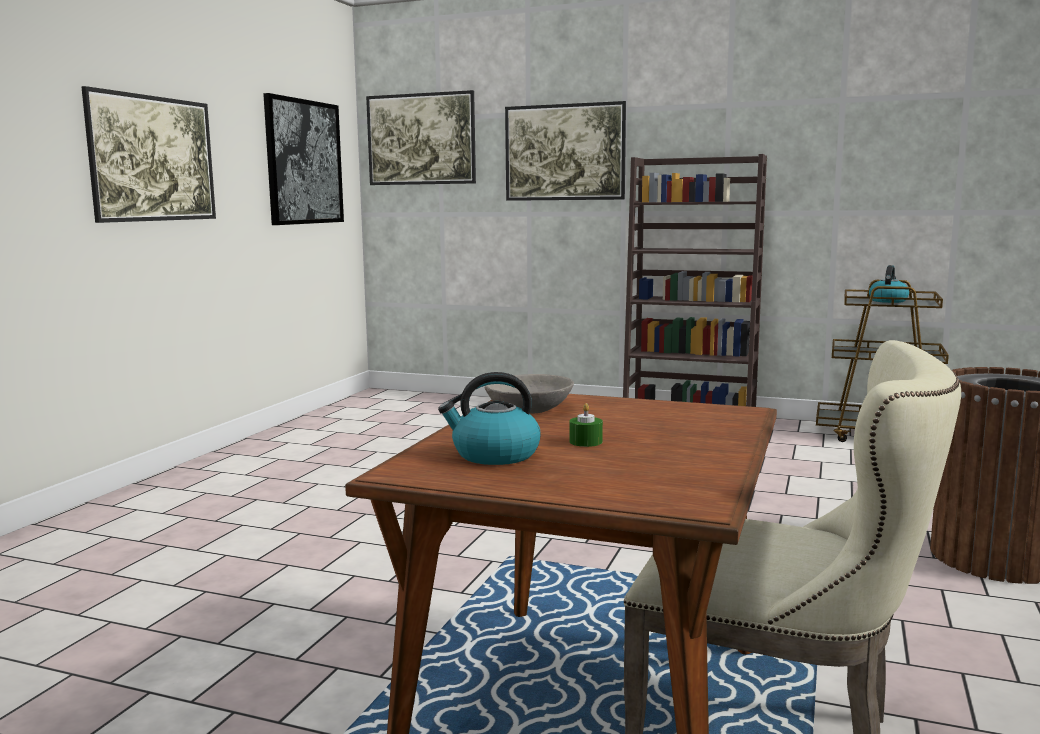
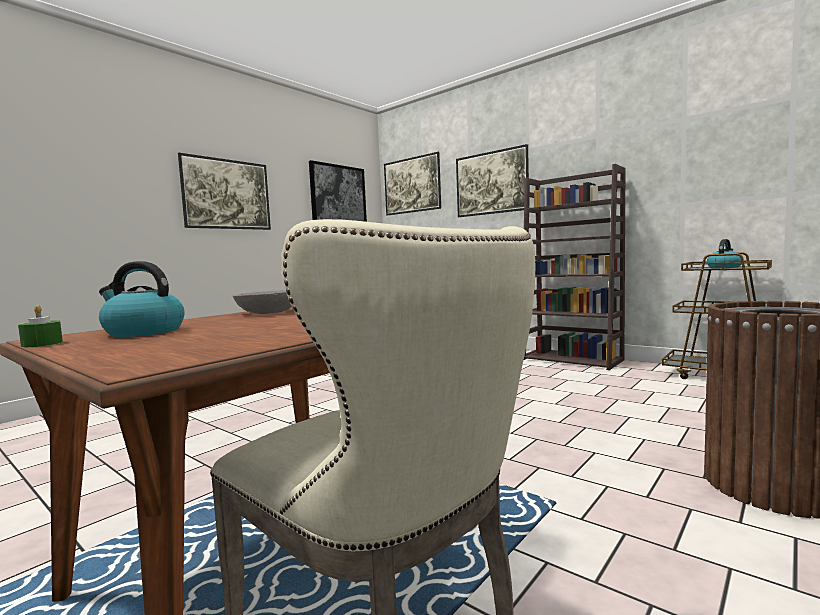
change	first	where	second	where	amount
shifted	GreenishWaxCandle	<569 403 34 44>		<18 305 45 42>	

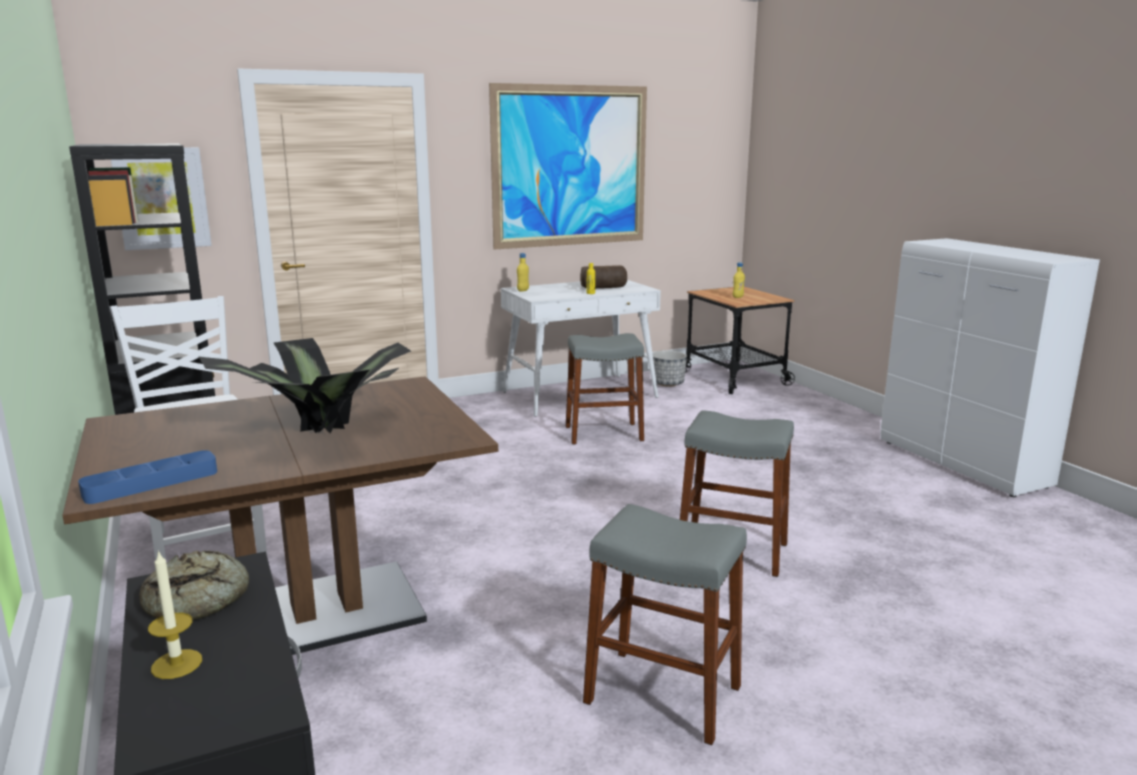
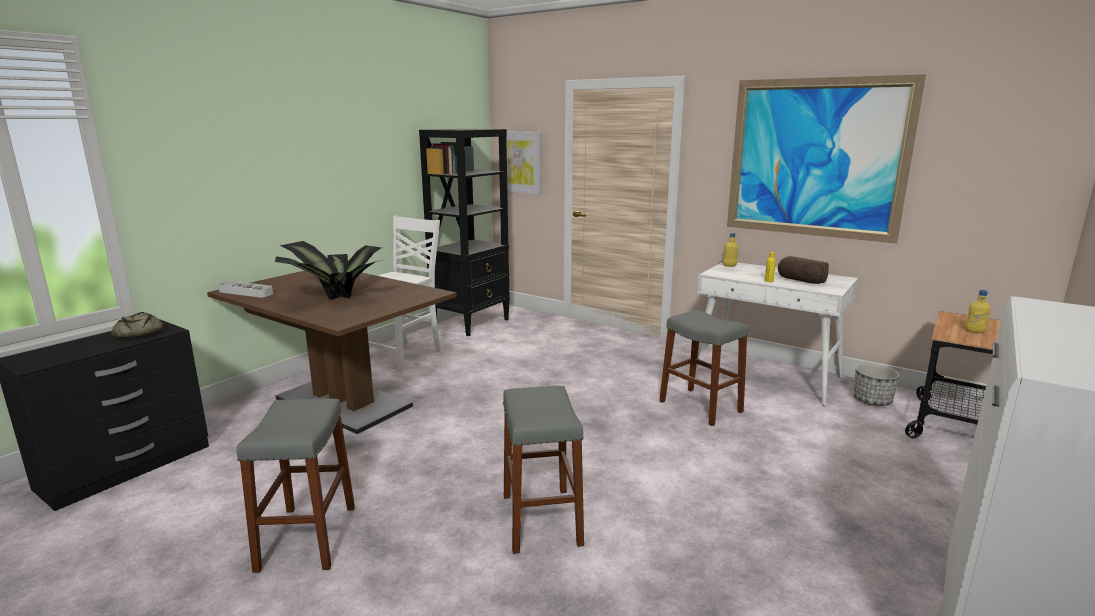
change	first	where	second	where	amount
repainted	BluishCarryingTray	<78 450 139 54>	GrayCarryingTray	<218 281 55 17>	
gone	WaxCandle	<148 550 54 129>			

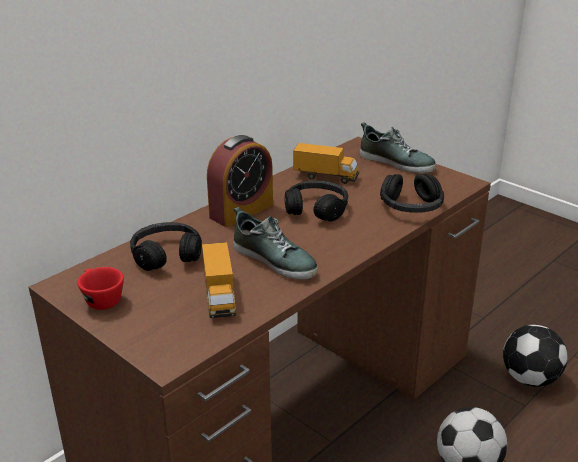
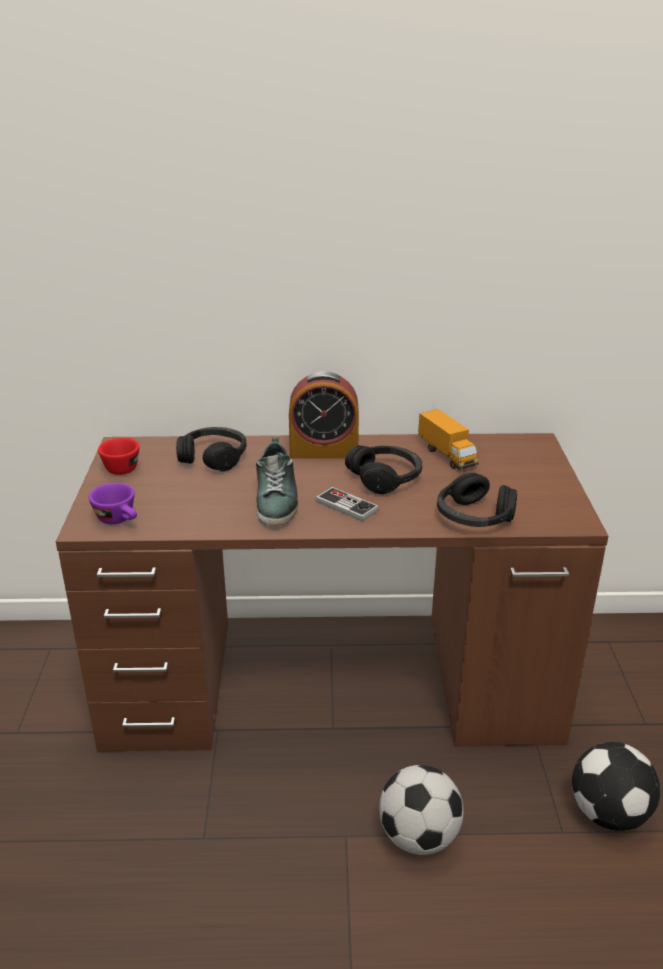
change	first	where	second	where	amount
new			PurplishDrinkingCup	<89 483 48 41>	
new			Joypad	<315 487 64 35>	
gone	ToyTruck	<202 242 34 76>			
gone	Shoe	<360 122 76 51>			

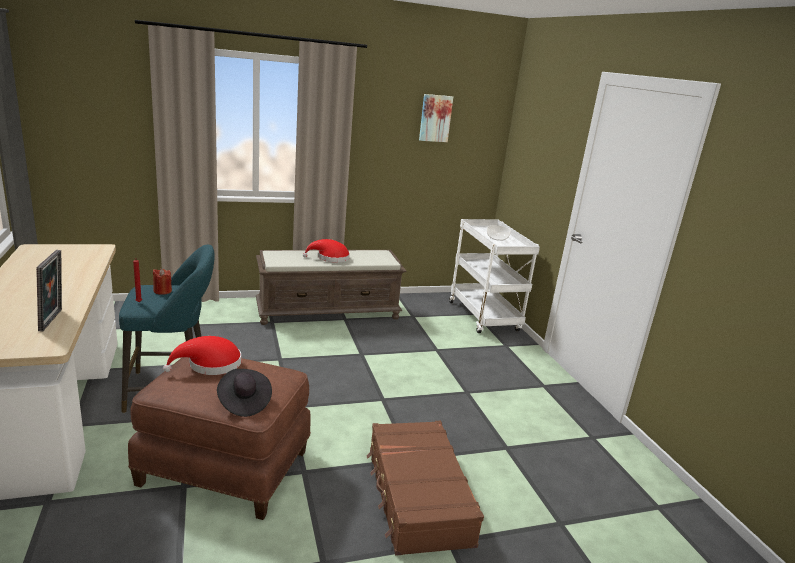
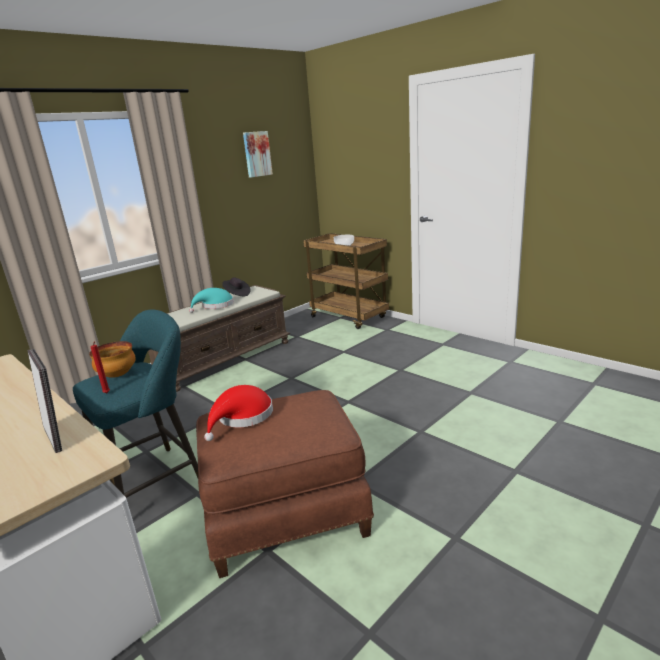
change	first	where	second	where	amount
swapped	RedColouredWaxCandle	<153 268 19 27>	Bowl	<89 341 47 37>	
repainted	RedColouredHat	<303 239 47 24>	BlueGreenHat	<189 288 45 25>	
shifted	BlackColouredHat	<217 369 55 48>		<222 277 29 19>	
repainted	WhiteColouredTrolley	<449 219 91 114>	BrownishTrolley	<303 233 86 96>	
gone	BrownishSuitcase	<367 421 117 135>			

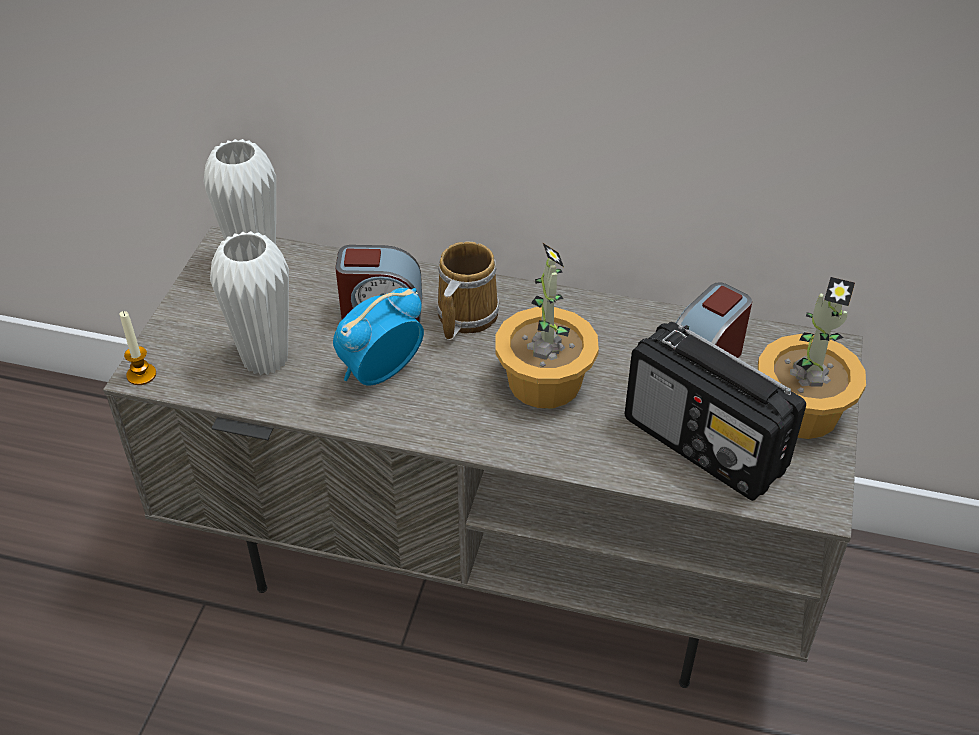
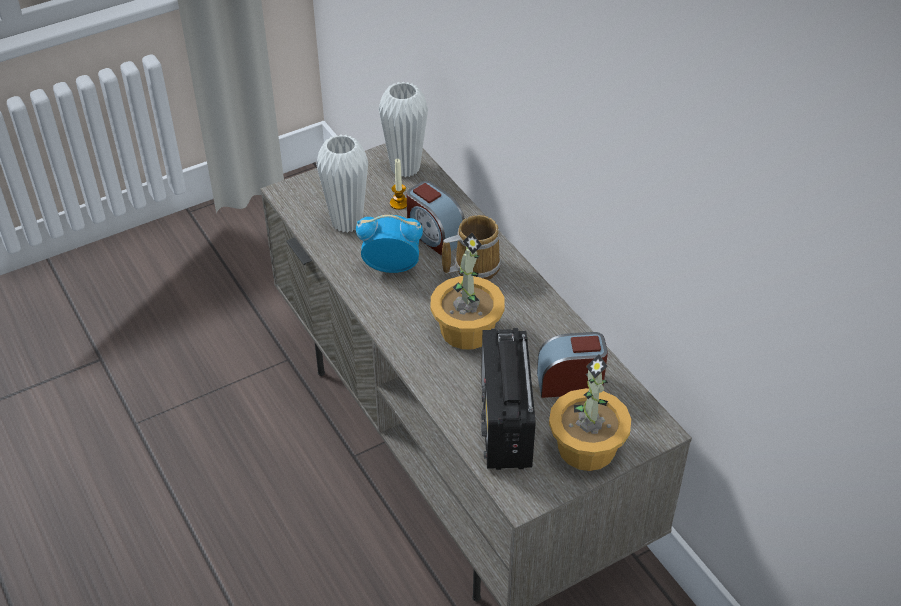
change	first	where	second	where	amount
shifted	WaxCandle	<119 311 37 74>		<390 159 17 51>	

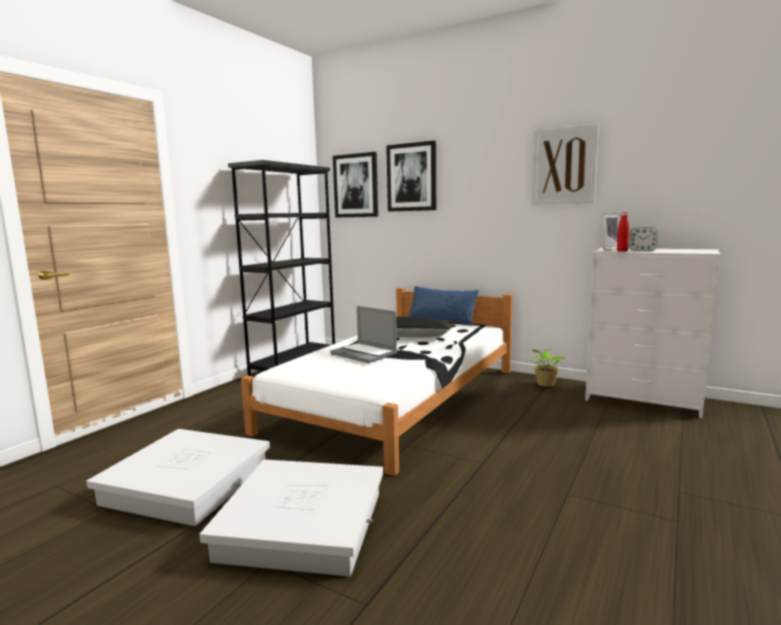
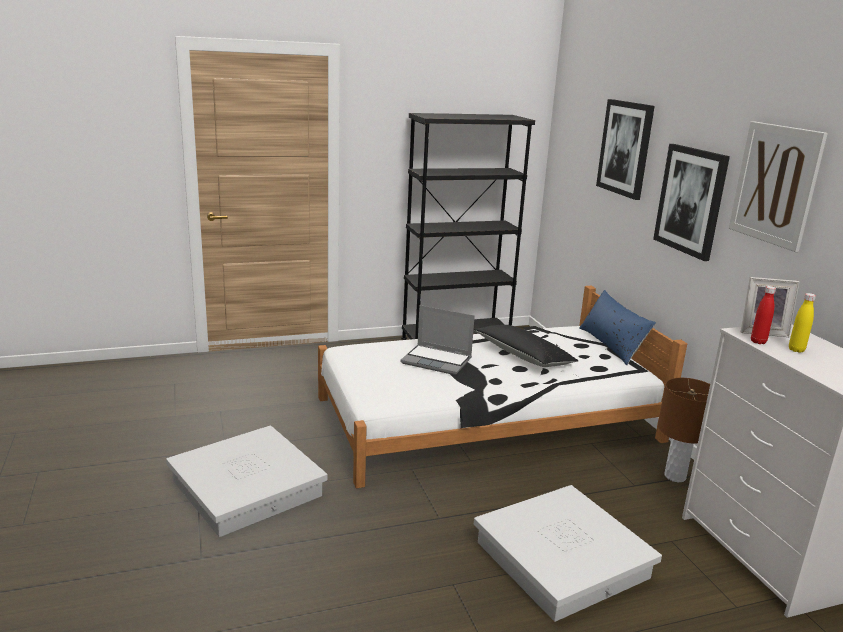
change	first	where	second	where	amount
rotated	PortableComputer	<330 306 67 57>		<400 305 75 70>	60 degrees counterclockwise
shifted	WhiteColouredStorageContainer	<86 429 184 97>		<474 485 188 137>	
shifted	WallArt	<333 152 45 66>		<653 144 77 117>	
swapped	PlantInAPot	<530 350 35 37>	BrownishLampForATable	<658 378 52 104>	
swapped	AlarmClock	<629 227 29 24>	YellowColouredBottle	<789 293 27 60>	

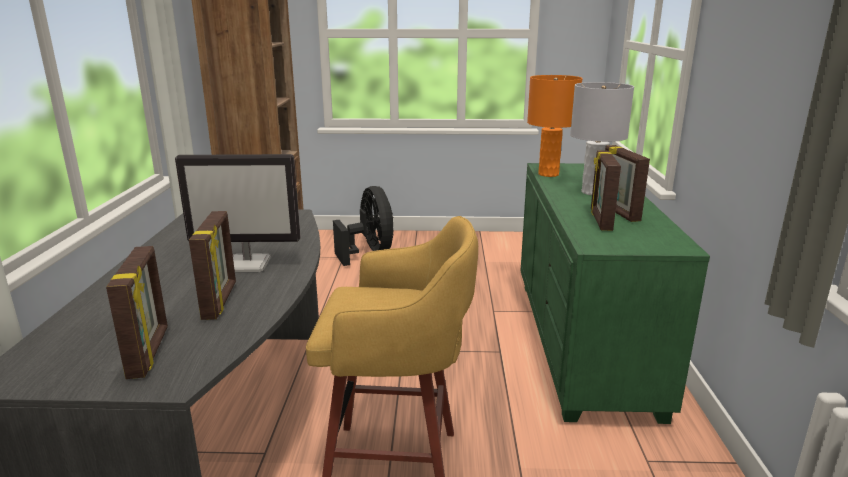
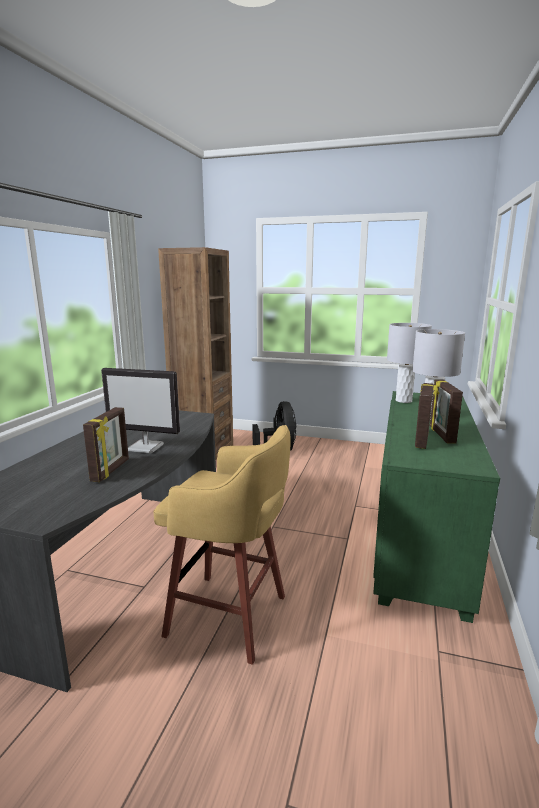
change	first	where	second	where	amount
repainted	OrangeColouredLampForATable	<527 75 56 102>	GrayLampForATable	<387 323 45 80>	
gone	StandingFrame	<106 246 62 133>			

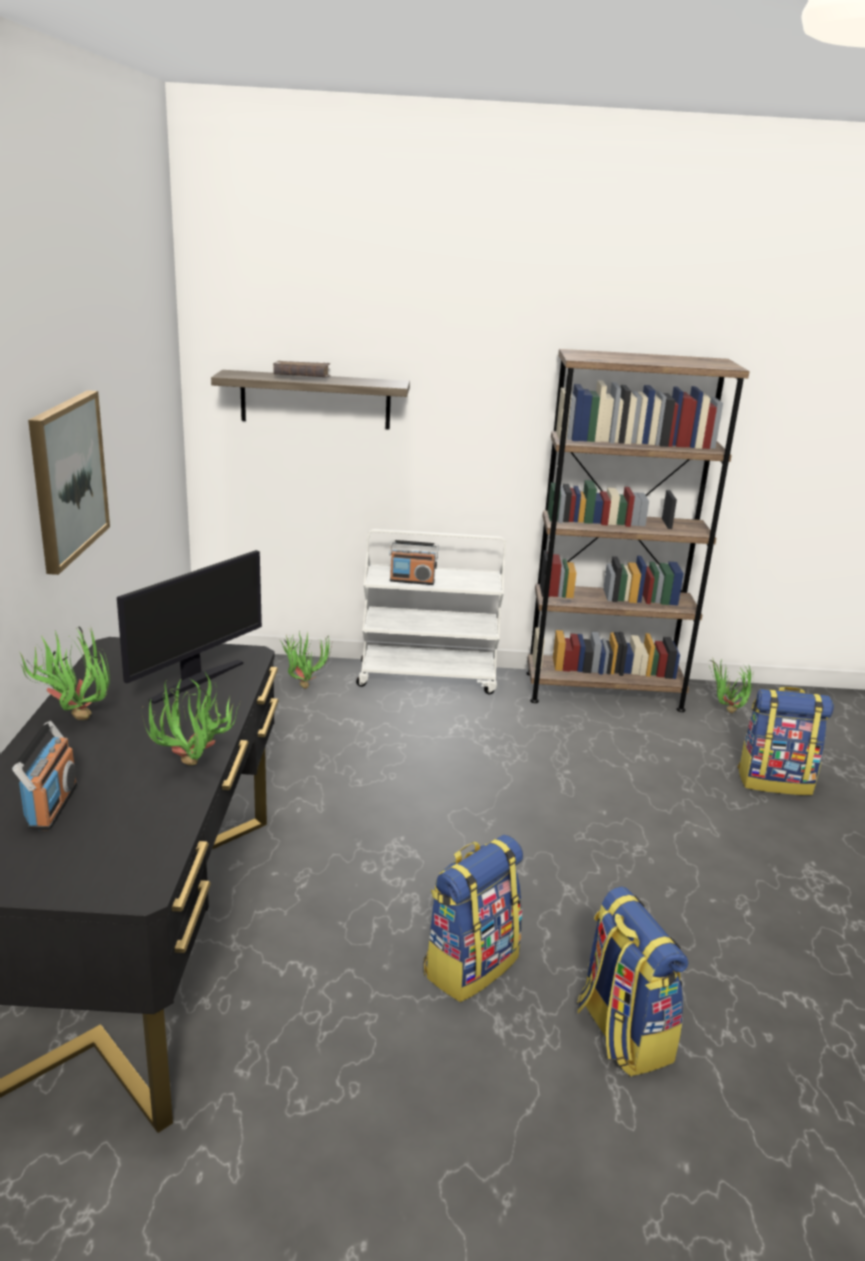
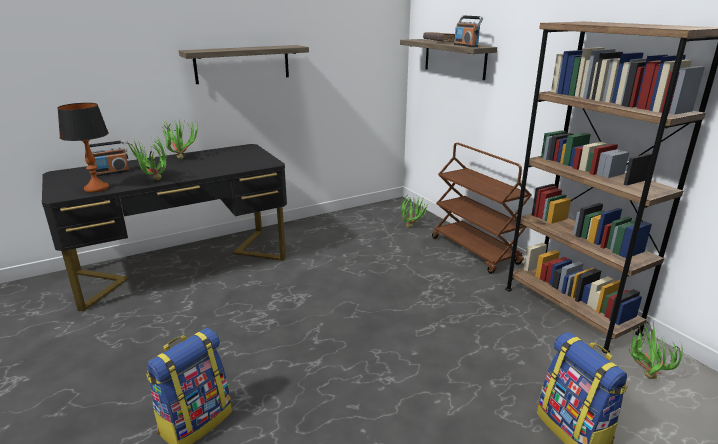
change	first	where	second	where	amount
new			LampForATable	<57 103 52 90>	
swapped	WallArt	<28 390 82 185>	BracketShelf	<179 45 130 39>	
repainted	WhiteColouredTrolley	<356 529 150 165>	BrownishTrolley	<432 143 100 131>	
shifted	Radio	<389 540 50 45>		<454 16 29 31>	
gone	Monitor	<117 550 145 154>			
gone	Knapsack	<423 835 100 167>			

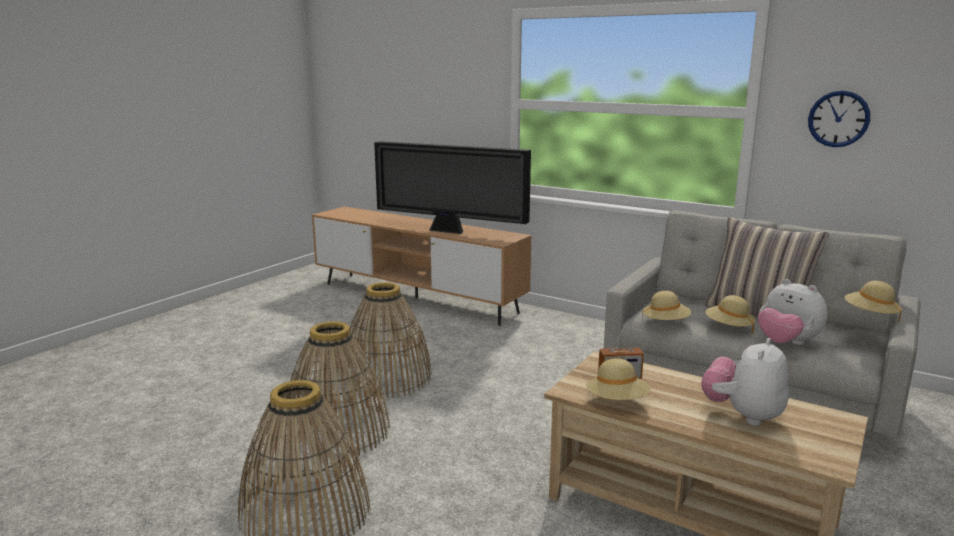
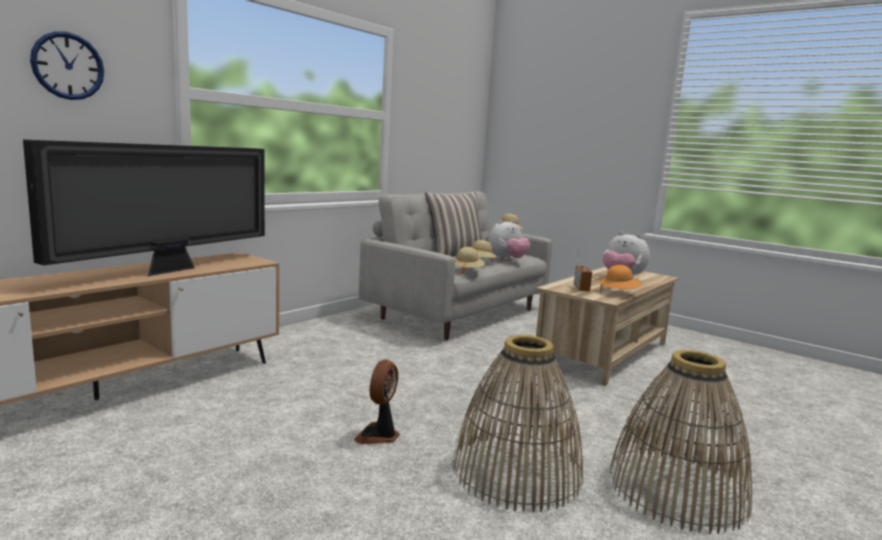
change	first	where	second	where	amount
shifted	HangingClock	<808 91 62 56>		<30 31 74 69>	
swapped	Basket	<342 282 90 117>	ElectricFan	<354 360 46 84>	
repainted	BeigeHat	<586 358 65 42>	OrangeColouredHat	<599 265 44 29>	

